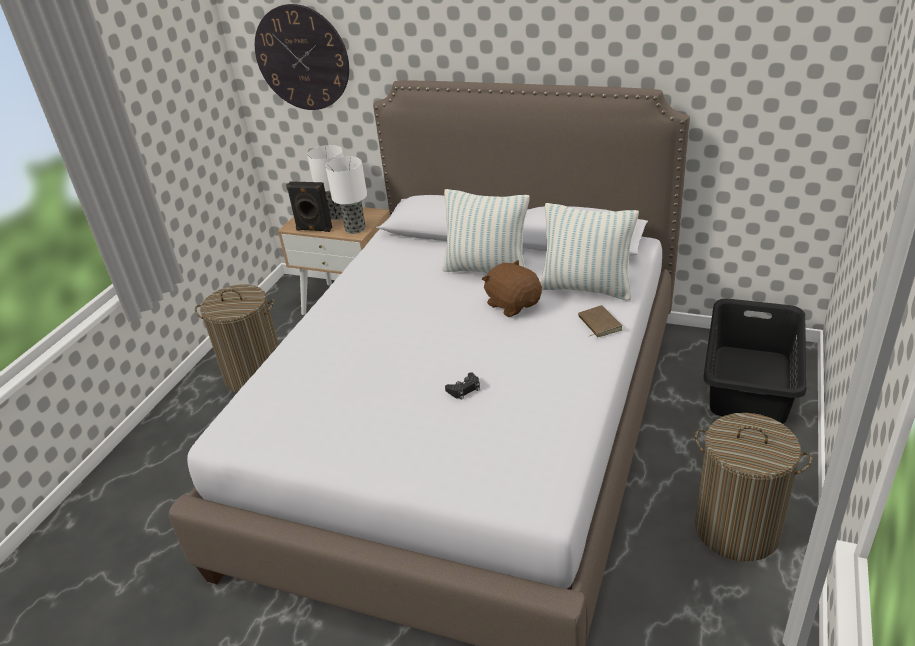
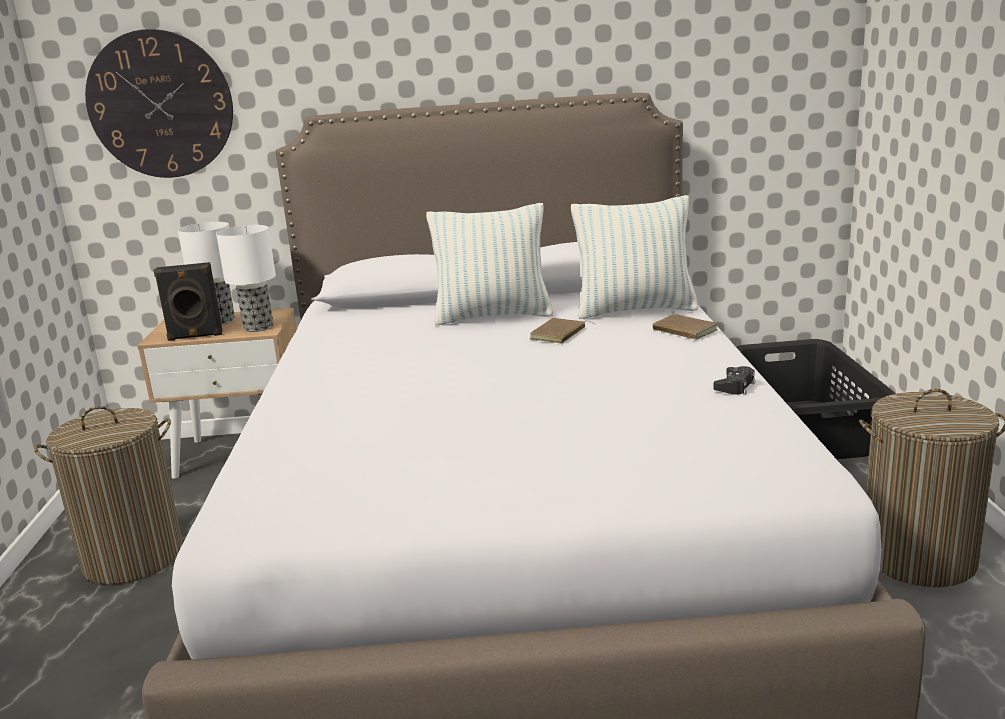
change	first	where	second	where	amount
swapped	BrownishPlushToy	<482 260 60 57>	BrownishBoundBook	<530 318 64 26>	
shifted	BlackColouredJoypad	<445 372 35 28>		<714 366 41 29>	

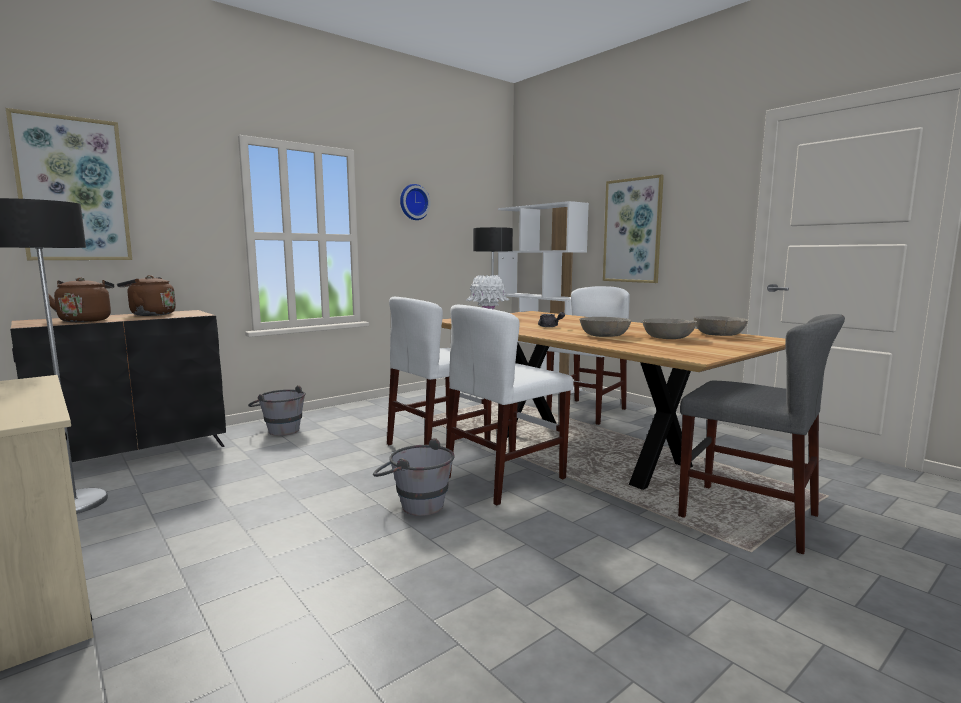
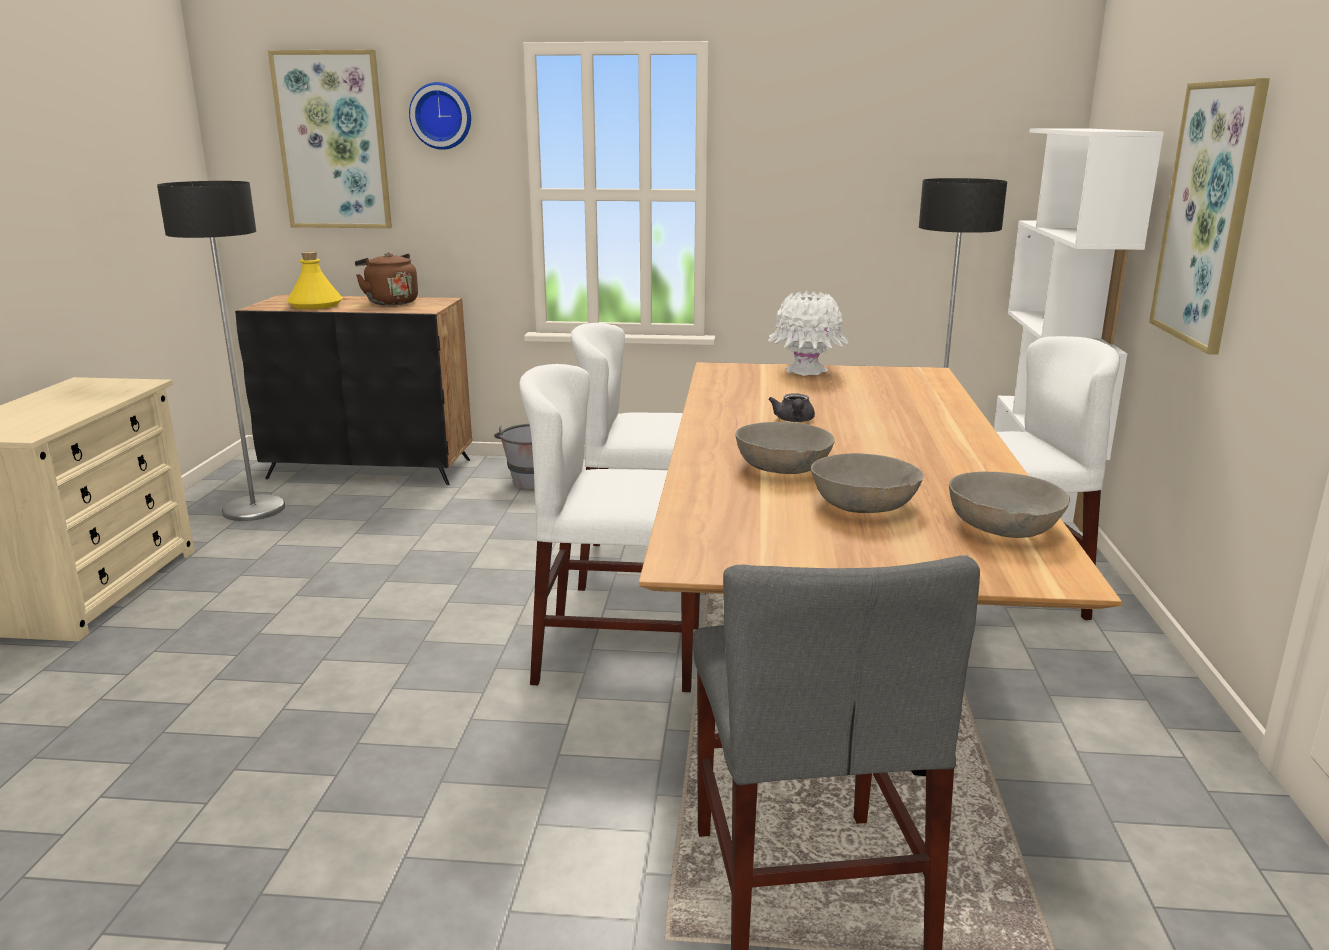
change	first	where	second	where	amount
swapped	BrownishTeaKettle	<48 277 66 45>	YellowColouredBottle	<286 251 57 58>	
shifted	HangingClock	<400 184 31 36>		<409 82 62 68>	
gone	GrayBucket	<373 438 82 78>			

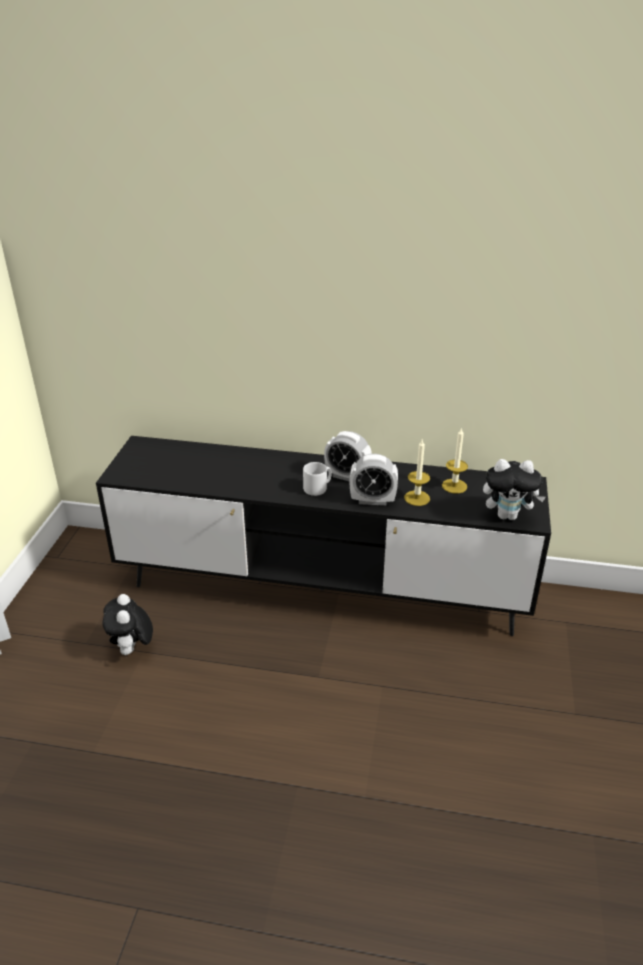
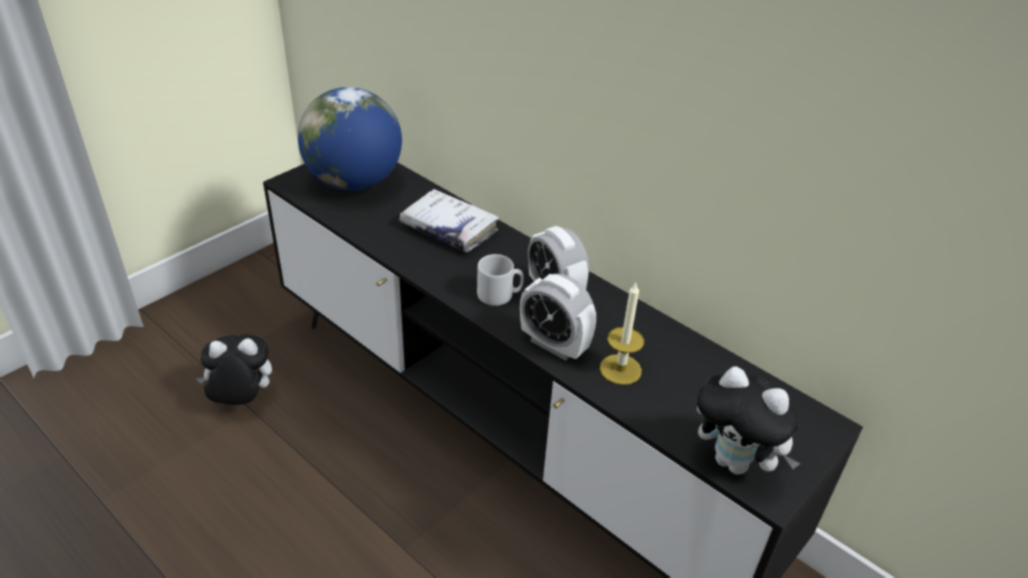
change	first	where	second	where	amount
rotated	PlushToy	<103 594 50 61>		<196 334 76 71>	60 degrees clockwise
new			DeskGlobe	<298 87 104 104>	
new			WhiteColouredBoundBook	<399 189 101 64>	
gone	WaxCandle	<442 427 26 67>			

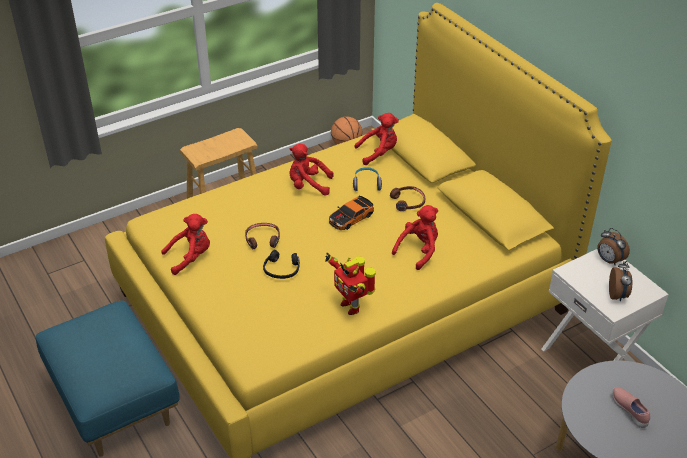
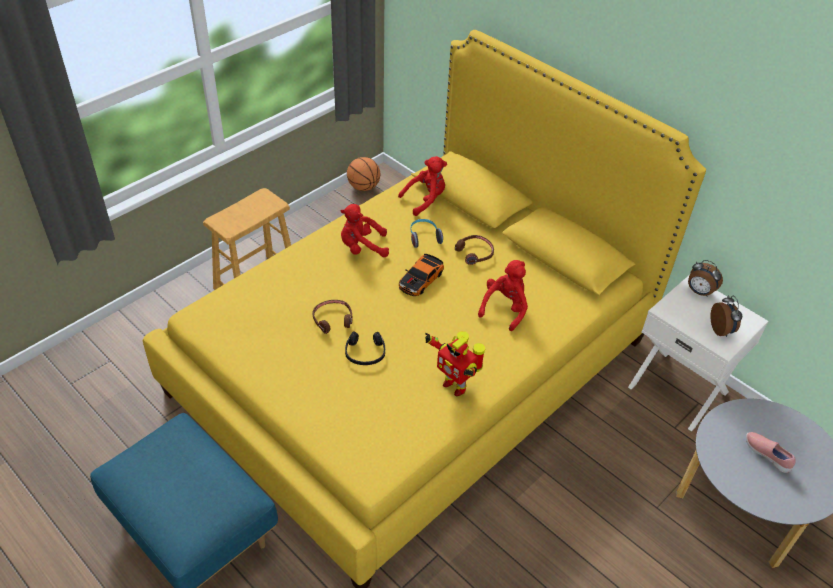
change	first	where	second	where	amount
gone	RedColouredPlushToy	<161 214 49 61>			

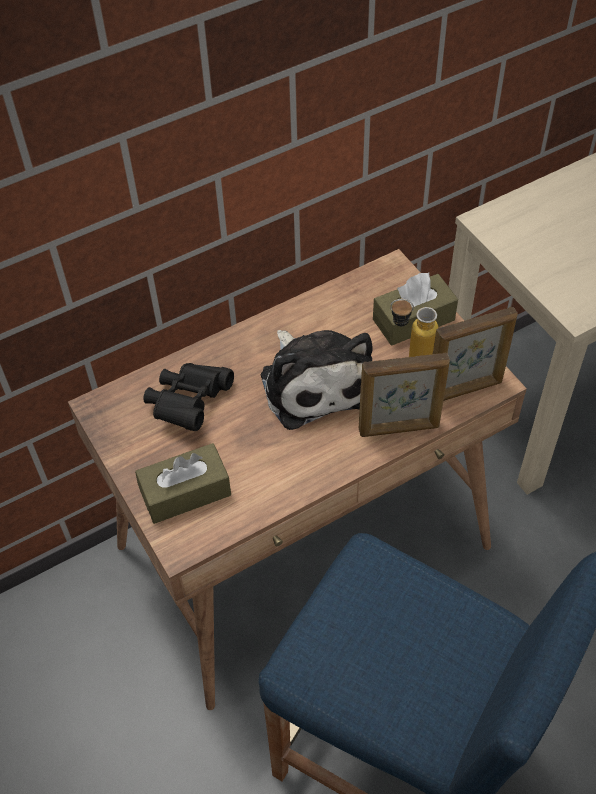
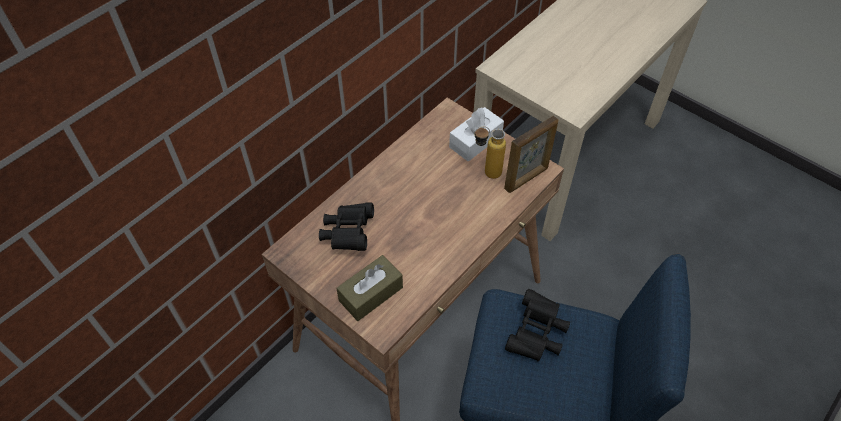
change	first	where	second	where	amount
repainted	BrownishBoxOfTissues	<373 272 85 74>	WhiteColouredBoxOfTissues	<449 107 55 54>	
new			BlackColouredFieldGlasses	<505 289 65 72>	
gone	PlushToy	<260 330 113 100>			
gone	StandingFrame	<359 353 91 84>			

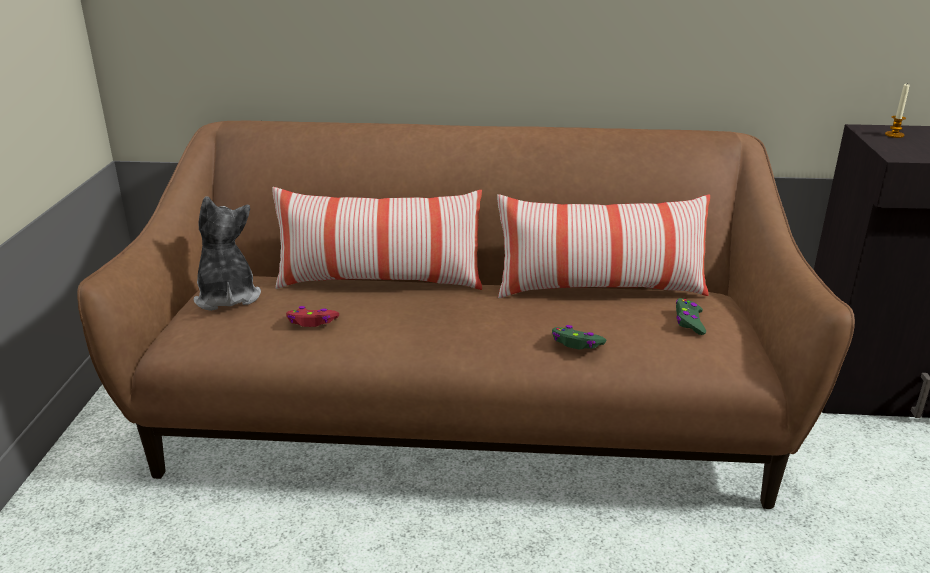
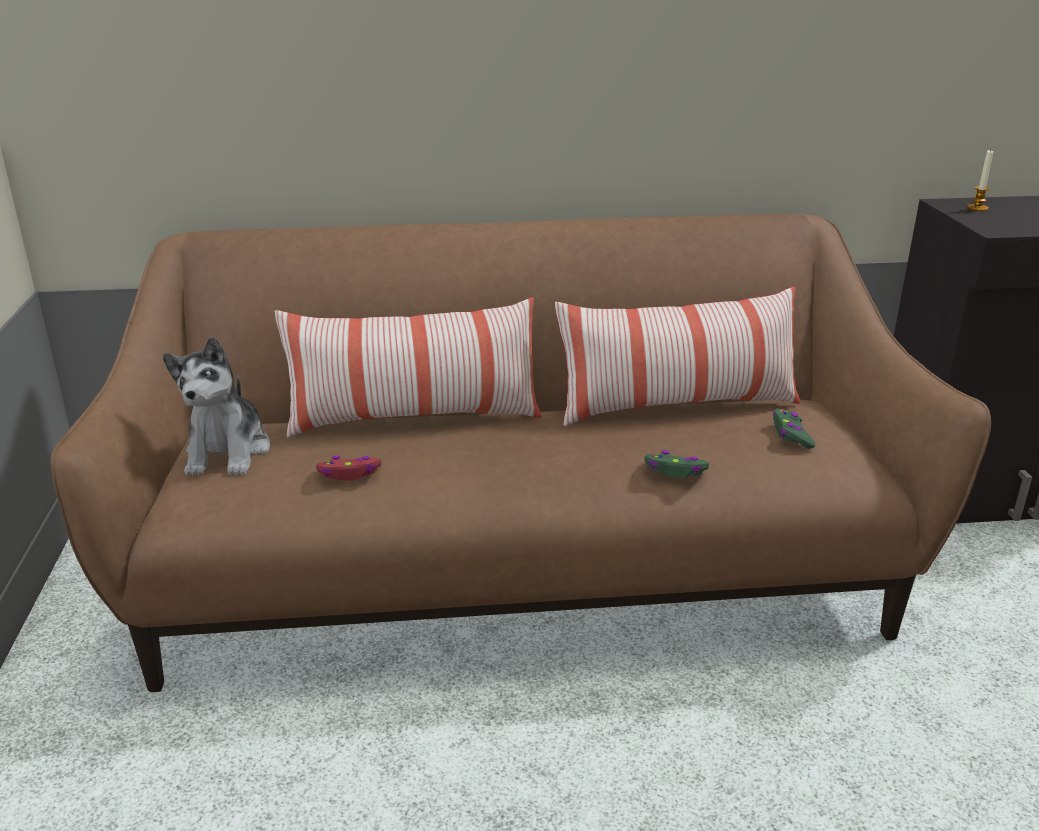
change	first	where	second	where	amount
rotated	PlushToy	<193 196 68 115>		<163 336 107 139>	150 degrees counterclockwise

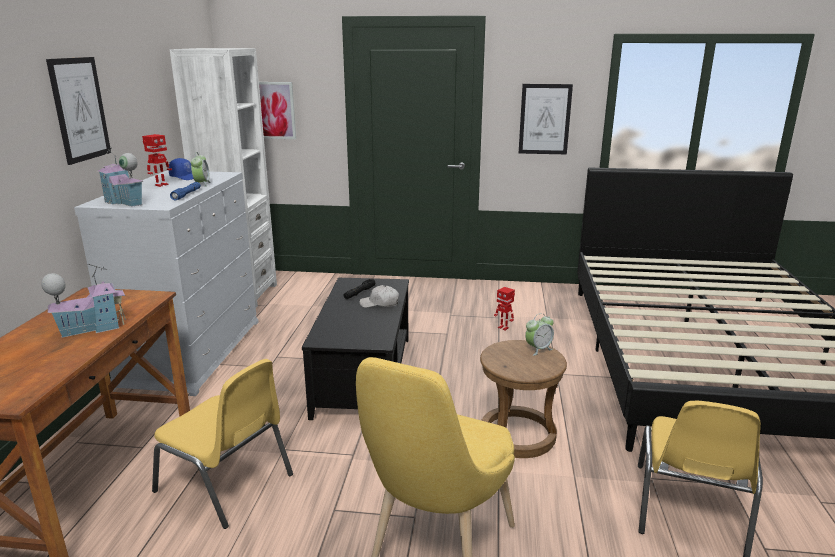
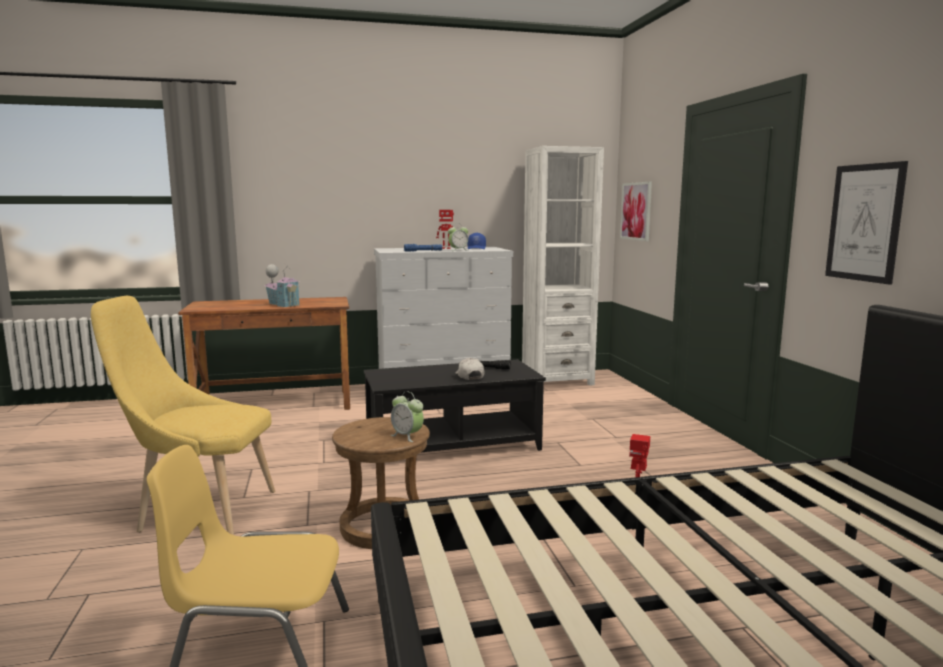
change	first	where	second	where	amount
gone	WallArt	<46 57 65 108>			
gone	MiniatureHouse	<98 147 45 60>			
gone	YellowColouredChair	<152 359 141 170>			

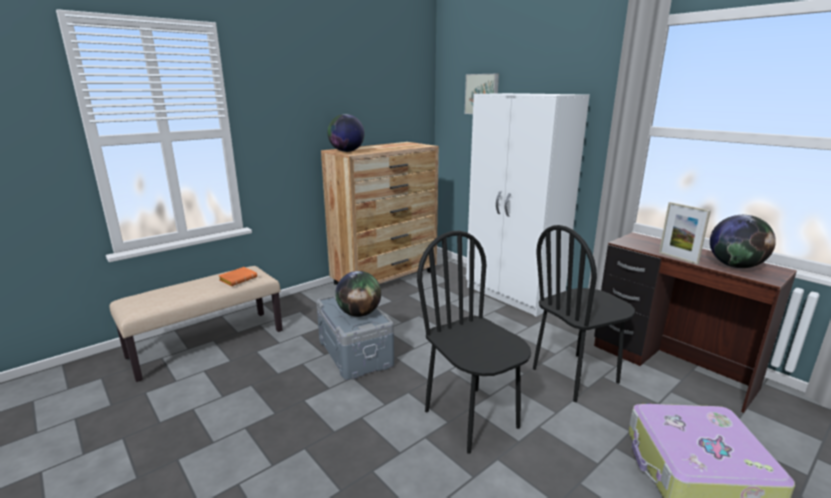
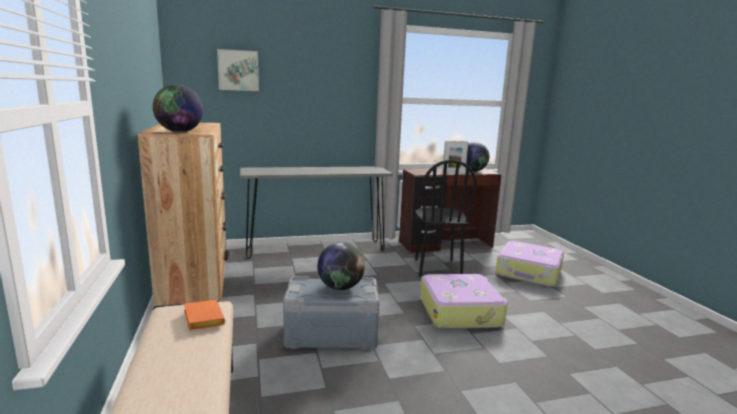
change	first	where	second	where	amount
swapped	WhiteColouredClothesCupboard	<466 93 124 224>	GrayNarrowTable	<240 166 153 93>	
swapped	BlackColouredChair	<417 231 114 223>	Suitcase	<420 274 88 55>	

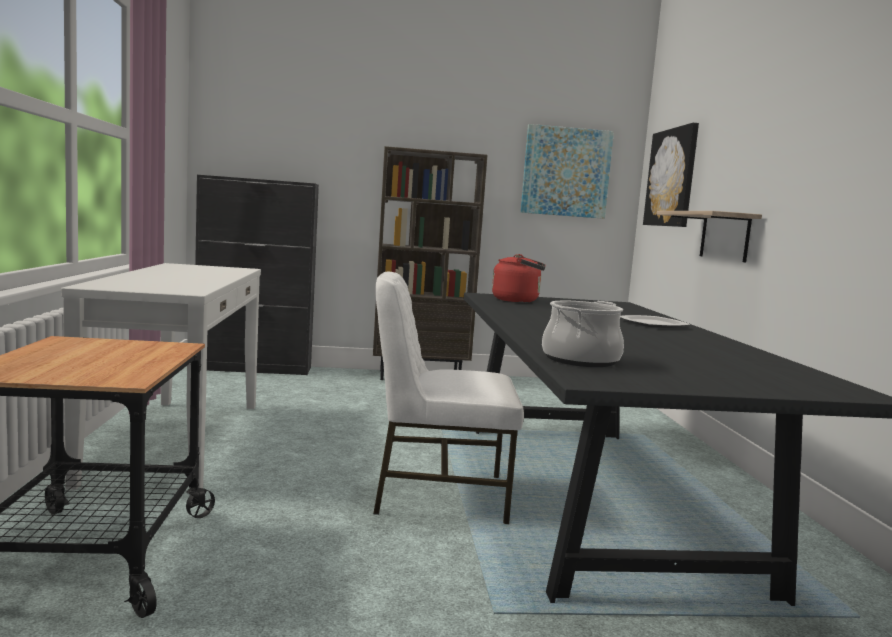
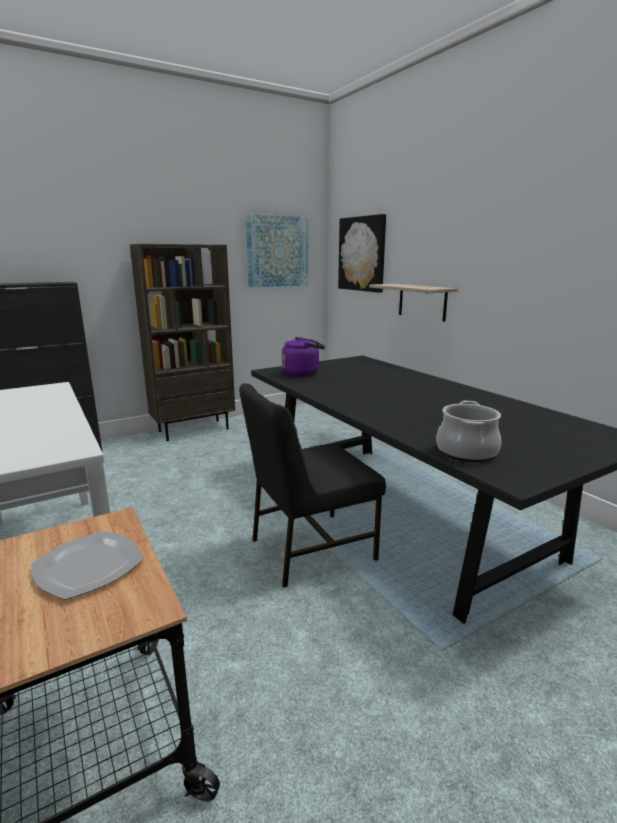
change	first	where	second	where	amount
shifted	FlatDish	<620 315 71 13>		<31 531 113 69>	
repainted	WhiteColouredChair	<373 272 151 252>	BlackColouredChair	<239 383 147 205>	
repainted	RedColouredTeaKettle	<492 254 54 48>	PurplishTeaKettle	<282 337 43 39>	

